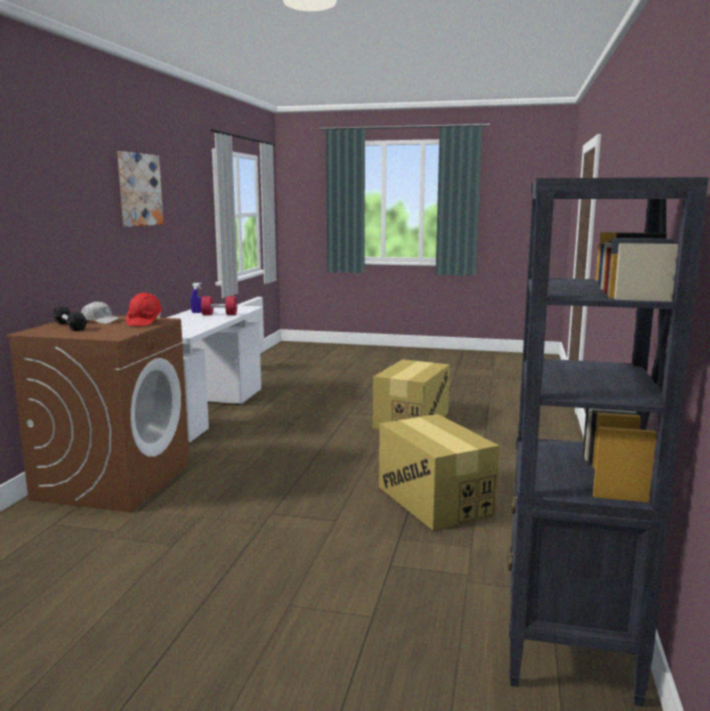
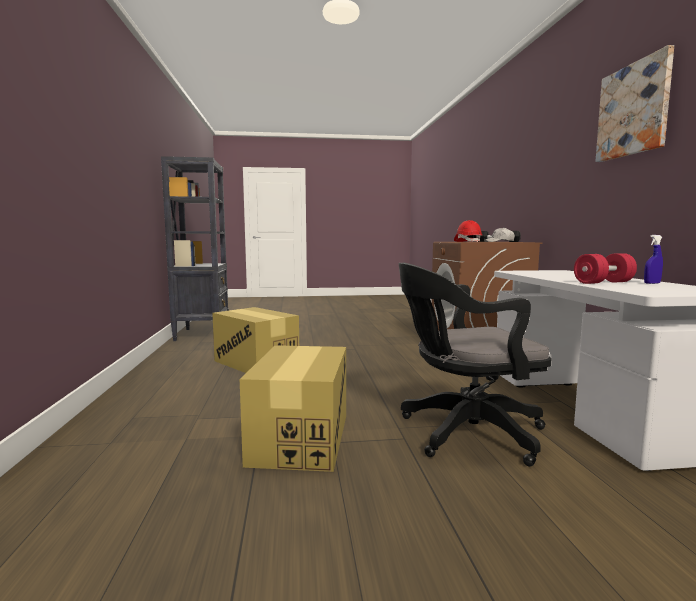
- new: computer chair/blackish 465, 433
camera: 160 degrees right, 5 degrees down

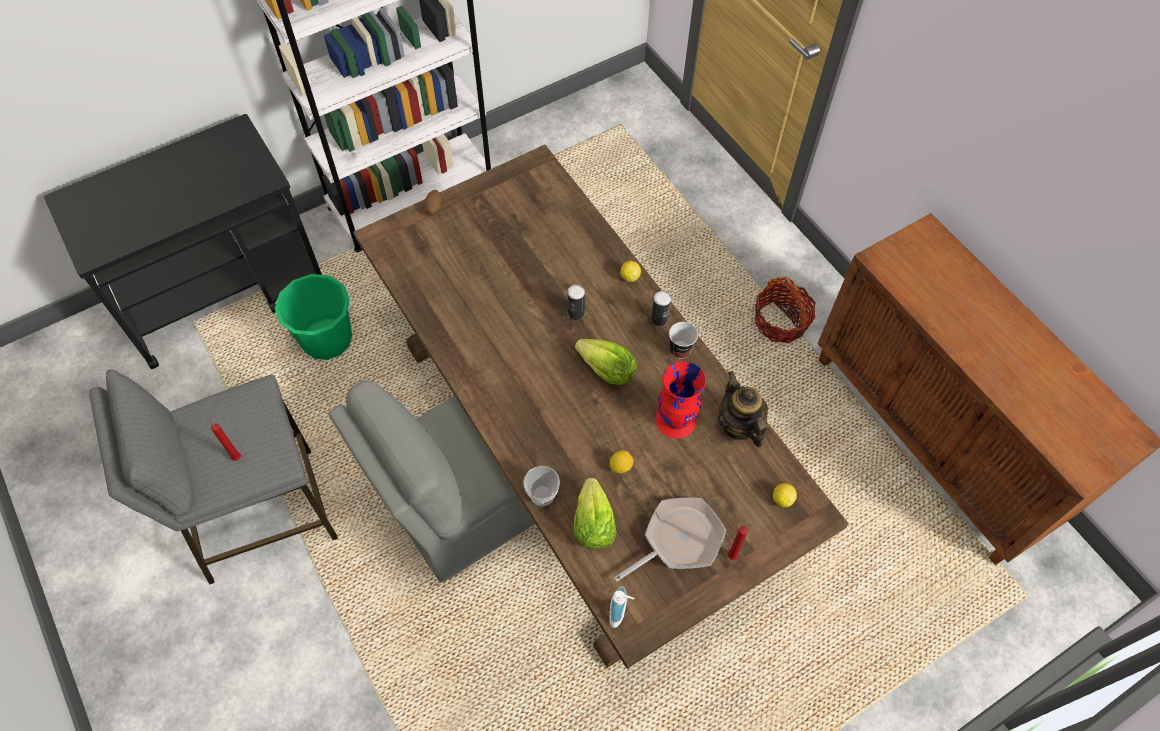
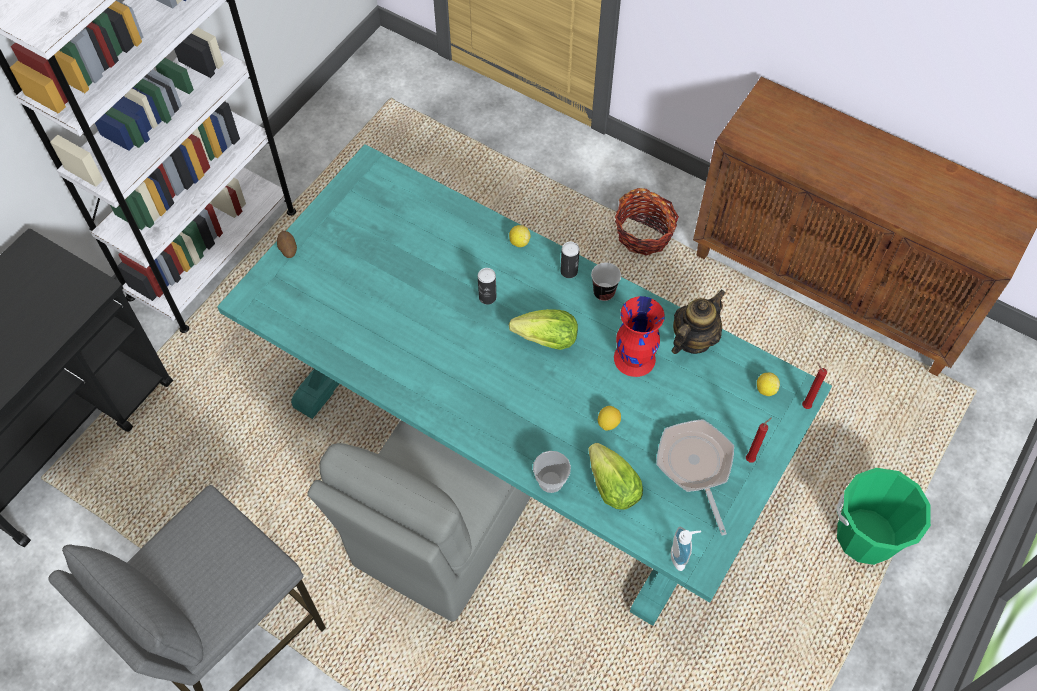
- repainted: dining table/brown 577, 448 to dining table/blue-green 516, 434
- shifted: pail/green-coloured 327, 339 to 865, 536
- rotated: tea pot 738, 425 = 693, 339 90 degrees clockwise
- shifted: wax light/reddish 237, 456 to 804, 405
- rotated: skillet 678, 540 = 695, 466 45 degrees counterclockwise
camera: 25 degrees left, 0 degrees up

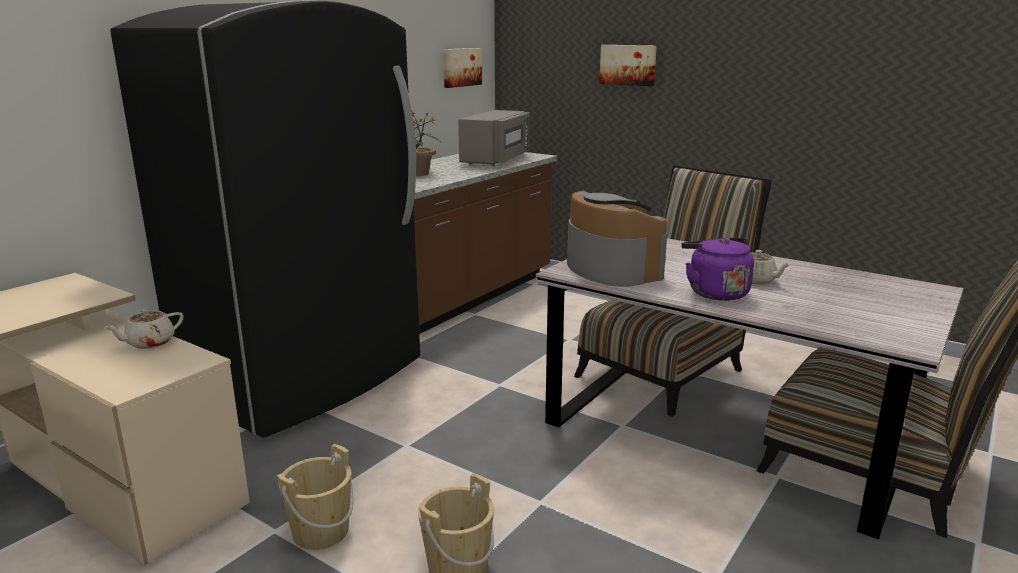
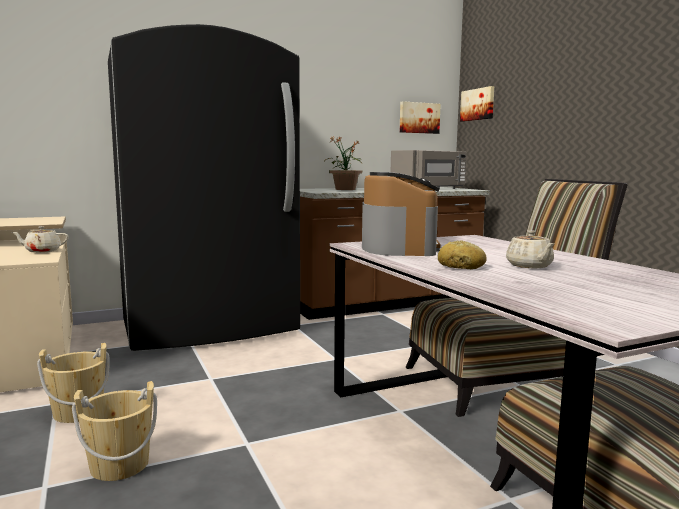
- shifted: wall picture 628, 65 to 478, 104
- swapped: kettle/purple 715, 292 to bakery bread 461, 266
camera: 30 degrees right, 10 degrees down

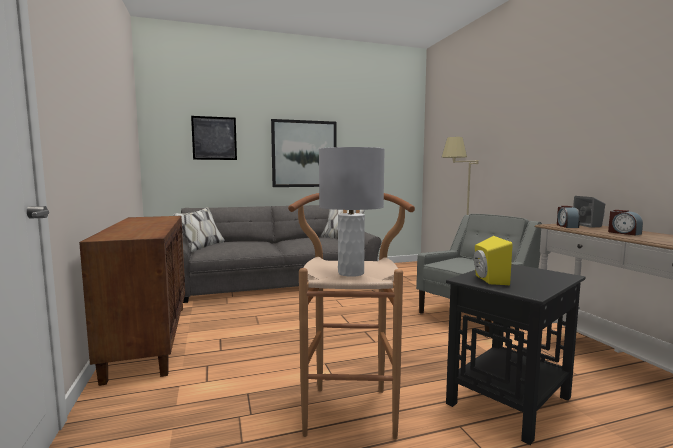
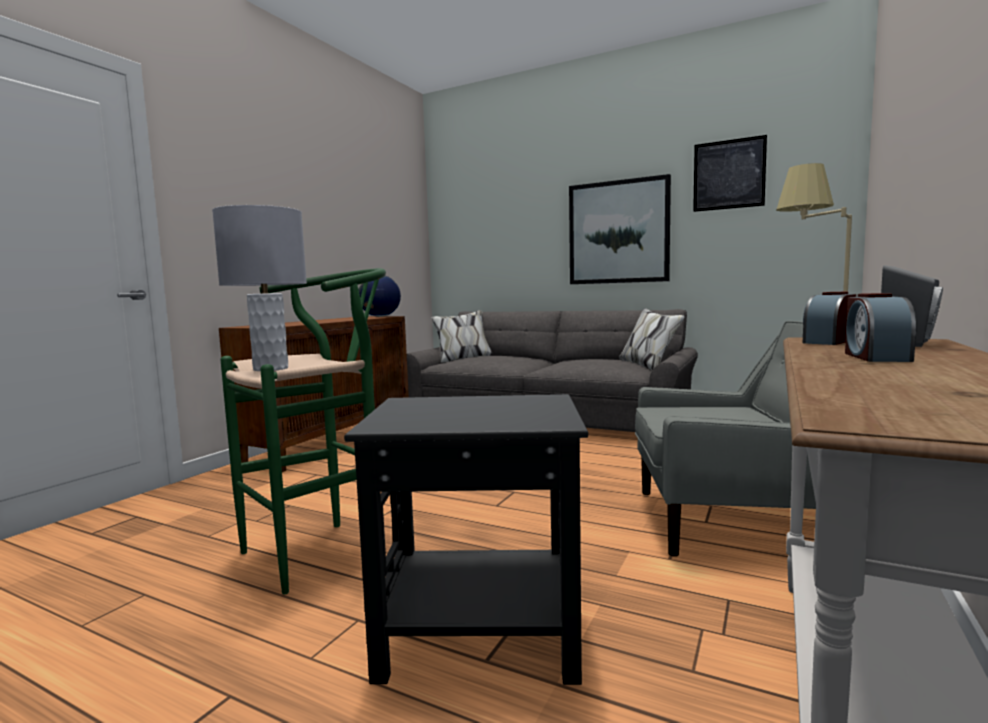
- shifted: wall picture 214, 138 to 728, 174
- repainted: sitting stool/brown 350, 405 to sitting stool/green-coloured 325, 549
- gone: loudspeaker/yellow 488, 280
- new: world globe 380, 316
camera: 45 degrees right, 0 degrees up

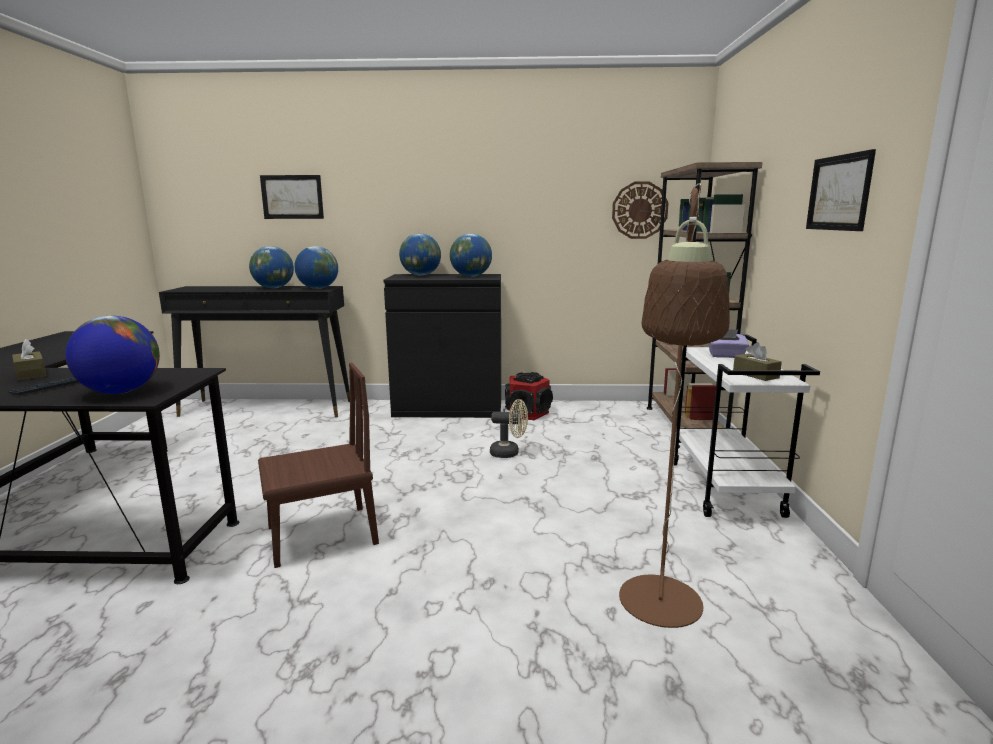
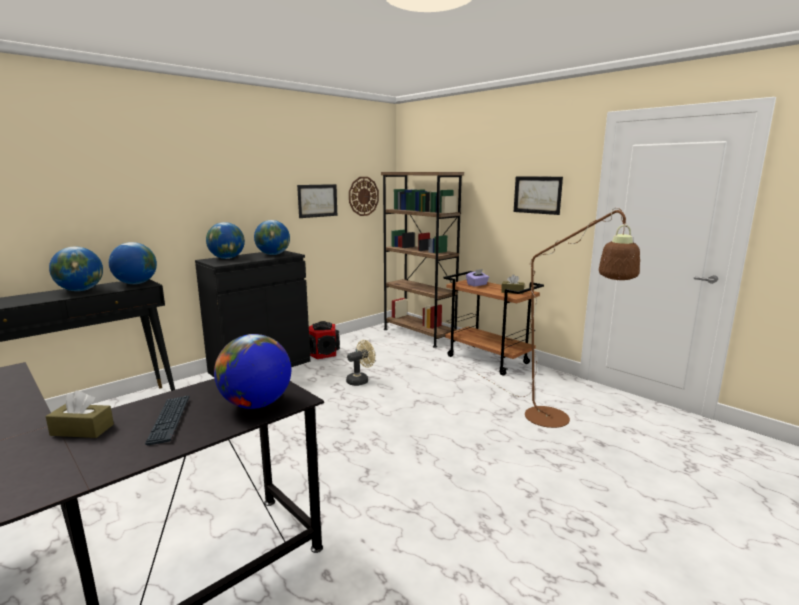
- shifted: wall picture 292, 197 to 317, 200
- repainted: trolley/whitish 725, 489 to trolley/brown 488, 360
- gone: upright chair/brown 322, 535
camera: 45 degrees left, 0 degrees up

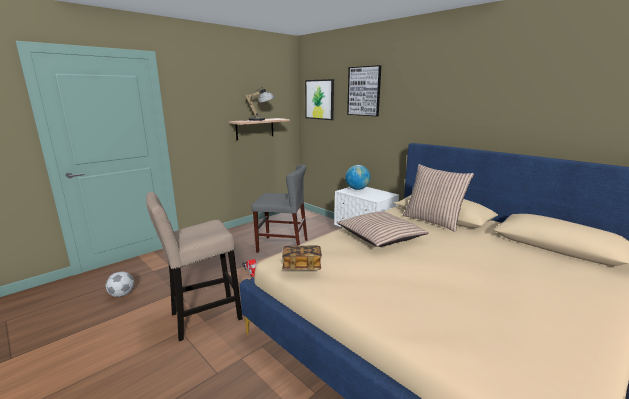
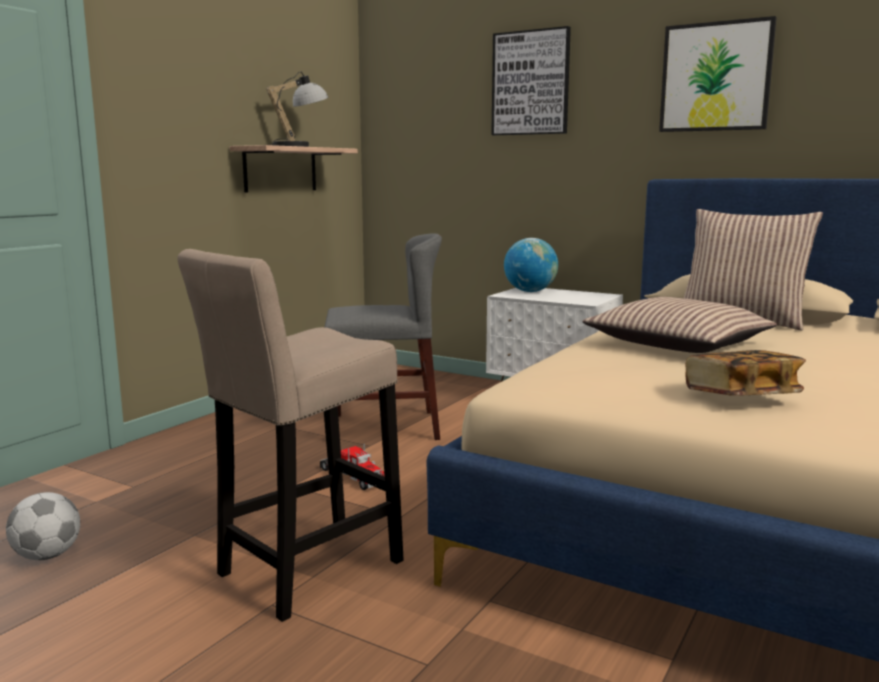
- shifted: wall picture 319, 99 to 715, 77
- shifted: bound book 302, 266 to 741, 396
camera: 15 degrees left, 5 degrees down

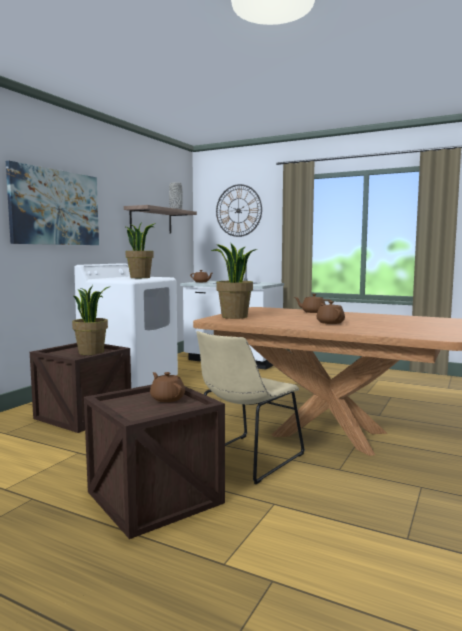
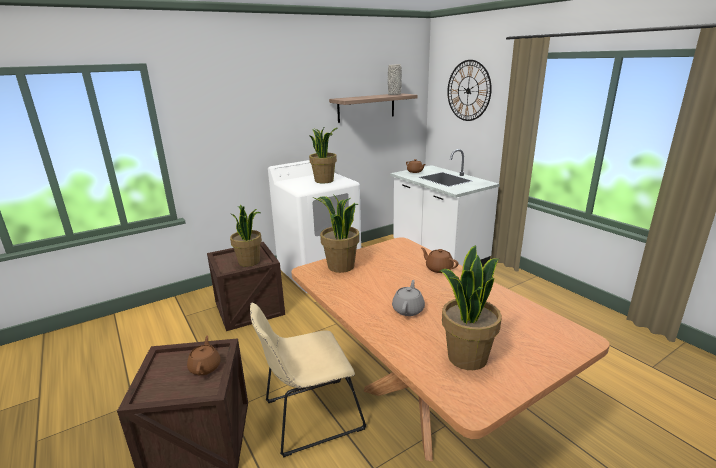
- gone: wall picture 55, 207
- repainted: tea pot/brown 330, 322 to tea pot/greyish 408, 309
- new: houseplant 466, 357
camera: 30 degrees right, 15 degrees up

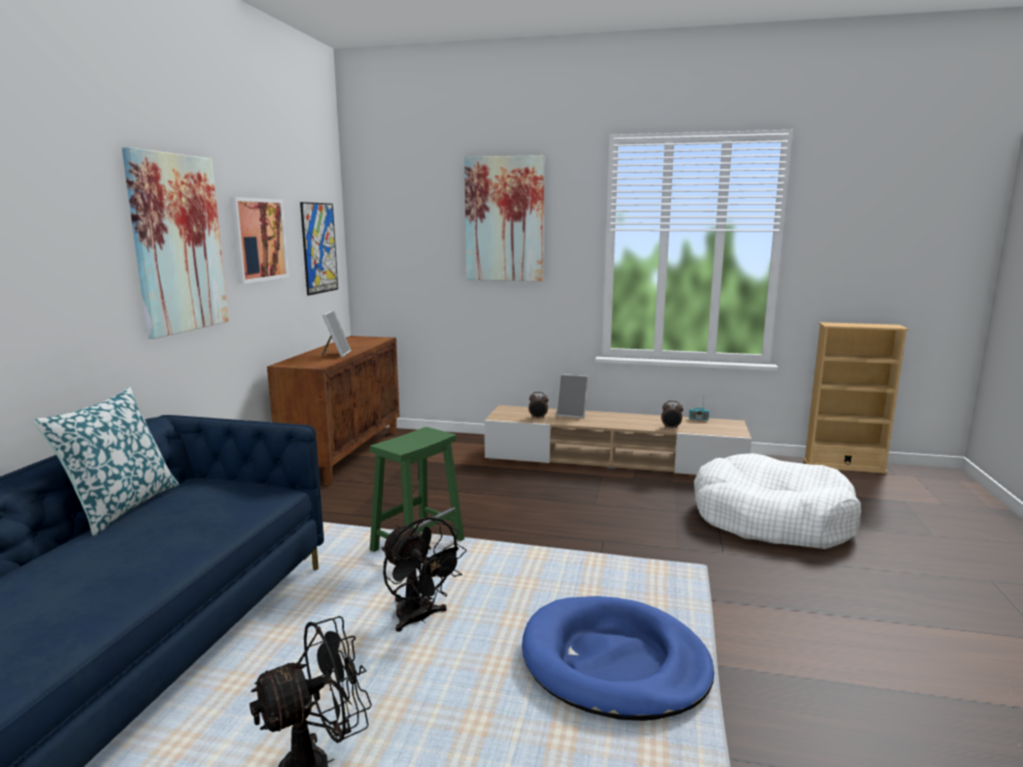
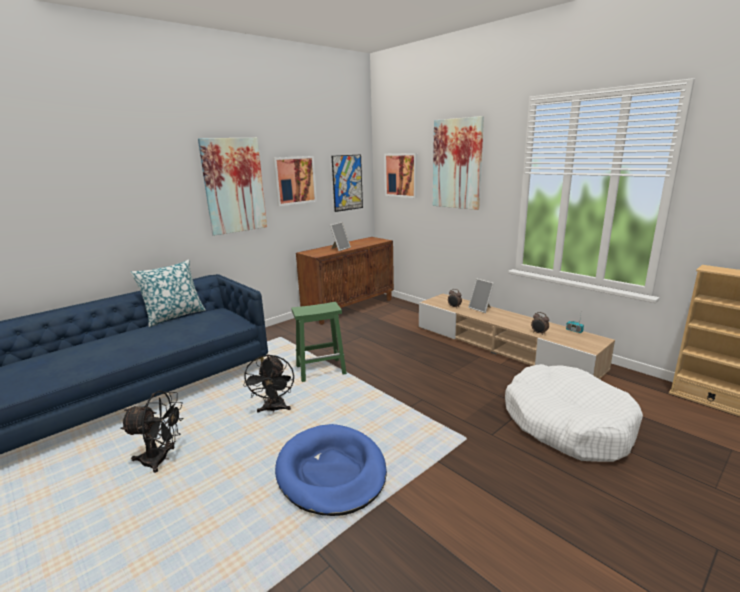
- new: wall picture 401, 175
camera: 35 degrees right, 5 degrees up

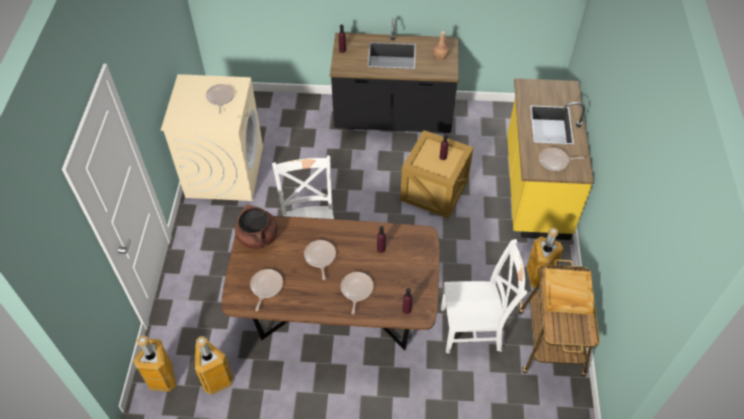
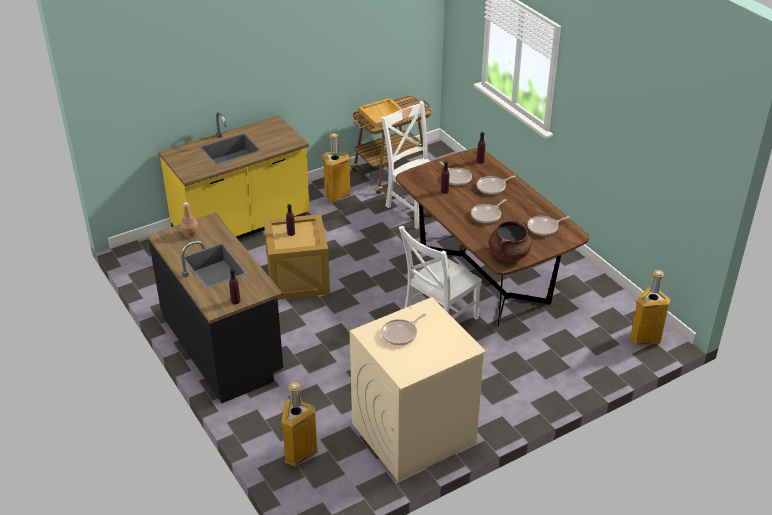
- shifted: skillet 555, 161 to 456, 178
- shifted: waste bin 216, 379 to 298, 453
camera: 125 degrees left, 15 degrees down

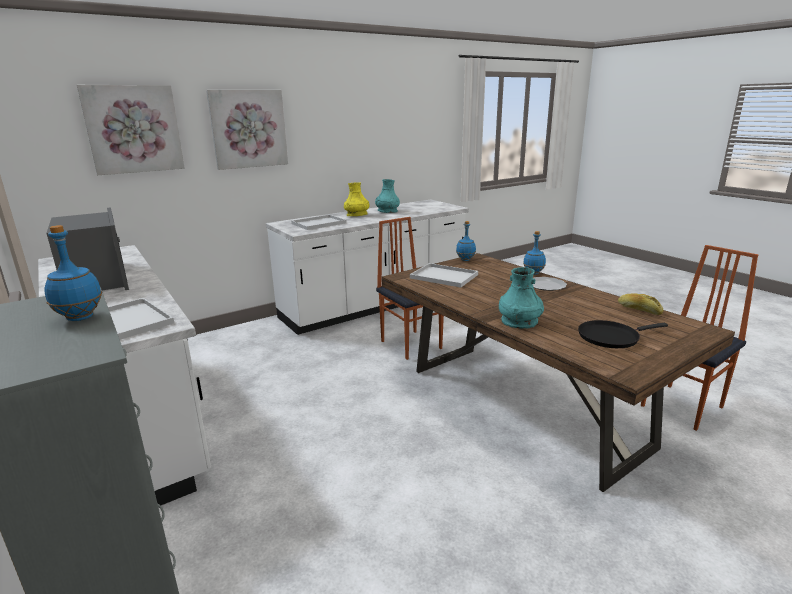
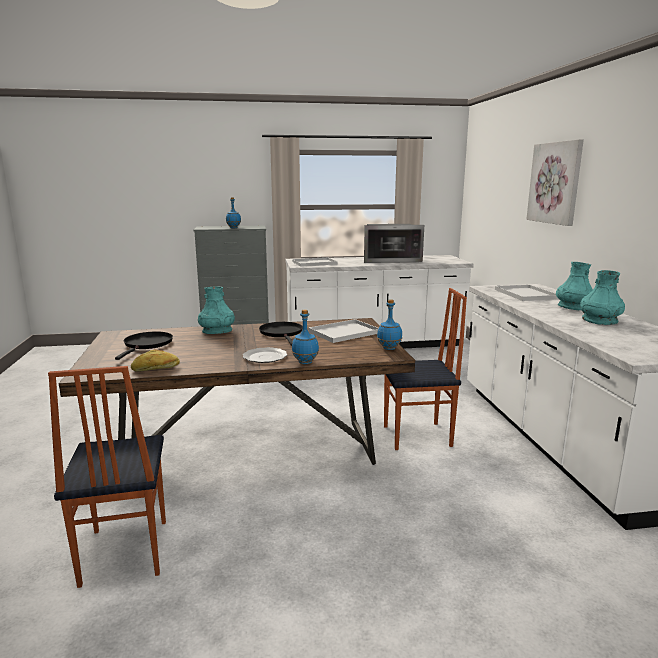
- gone: wall picture 133, 129
- repainted: decorative vase/yellow 357, 215 to decorative vase/blue-green 573, 307
- new: skillet/blackish 282, 333
camera: 115 degrees right, 5 degrees down

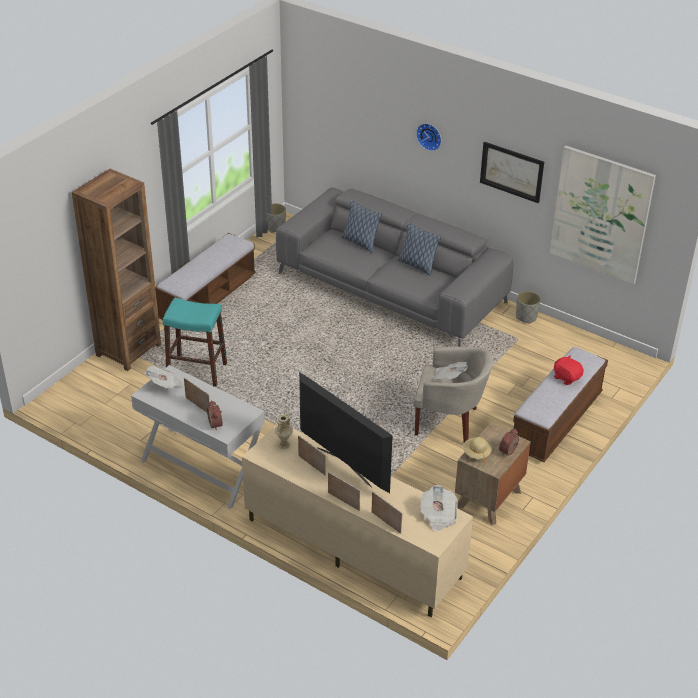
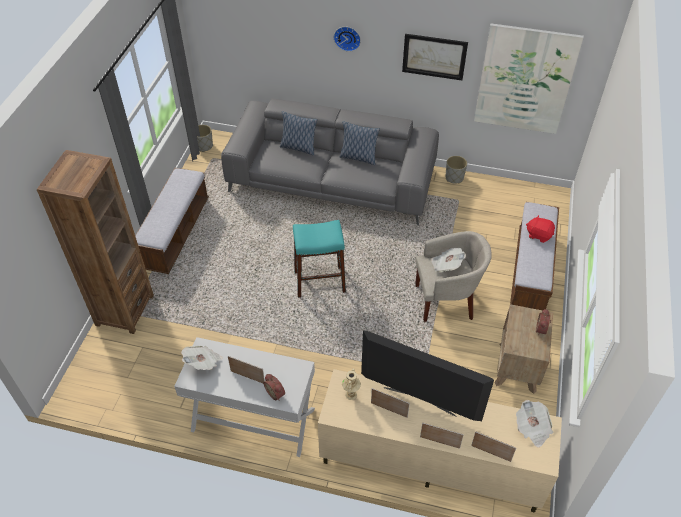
- shifted: sitting stool/blue-green 197, 371 to 319, 281
- gone: wearable hat/sand-coloured 476, 453
camera: 20 degrees left, 10 degrees up

